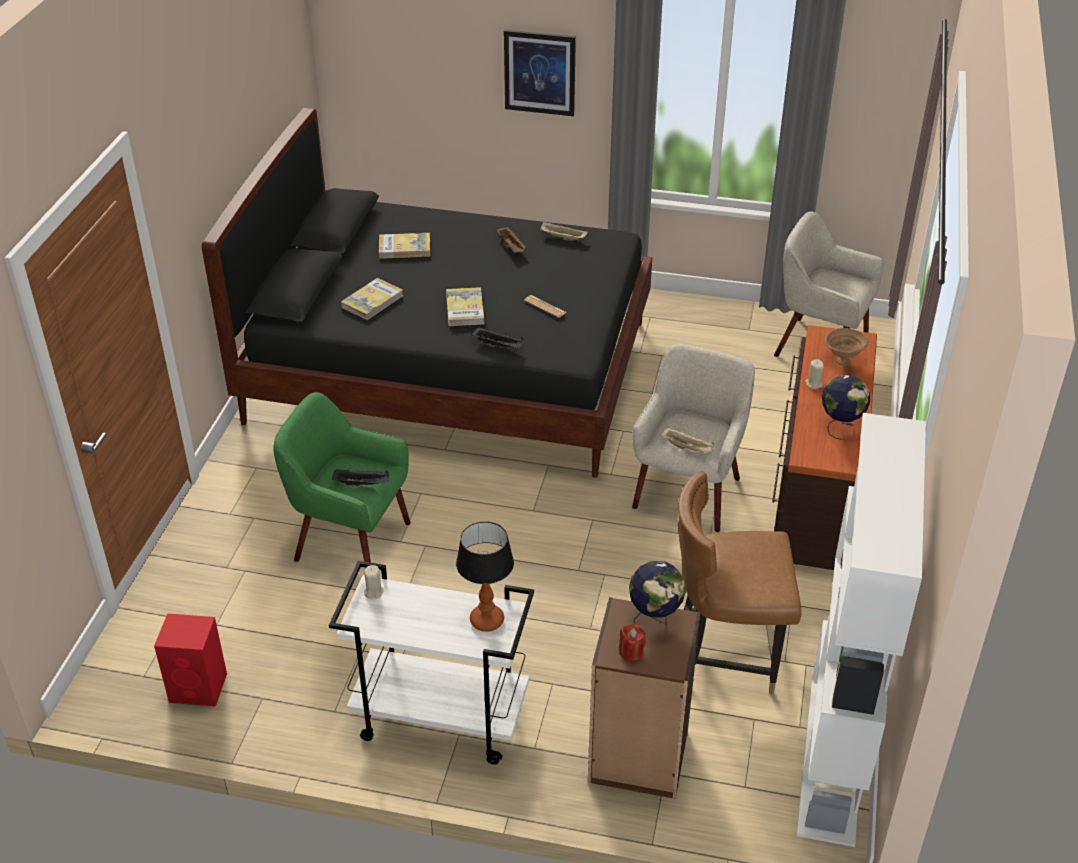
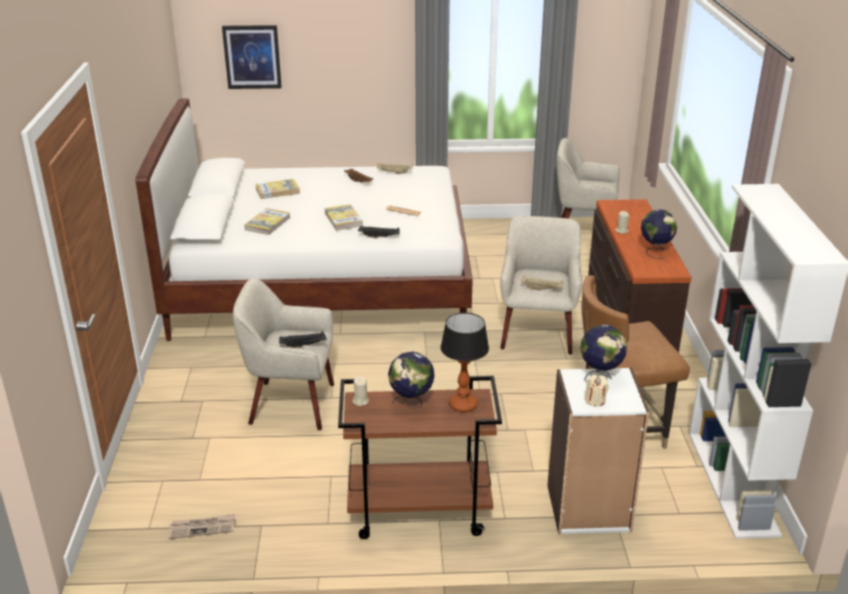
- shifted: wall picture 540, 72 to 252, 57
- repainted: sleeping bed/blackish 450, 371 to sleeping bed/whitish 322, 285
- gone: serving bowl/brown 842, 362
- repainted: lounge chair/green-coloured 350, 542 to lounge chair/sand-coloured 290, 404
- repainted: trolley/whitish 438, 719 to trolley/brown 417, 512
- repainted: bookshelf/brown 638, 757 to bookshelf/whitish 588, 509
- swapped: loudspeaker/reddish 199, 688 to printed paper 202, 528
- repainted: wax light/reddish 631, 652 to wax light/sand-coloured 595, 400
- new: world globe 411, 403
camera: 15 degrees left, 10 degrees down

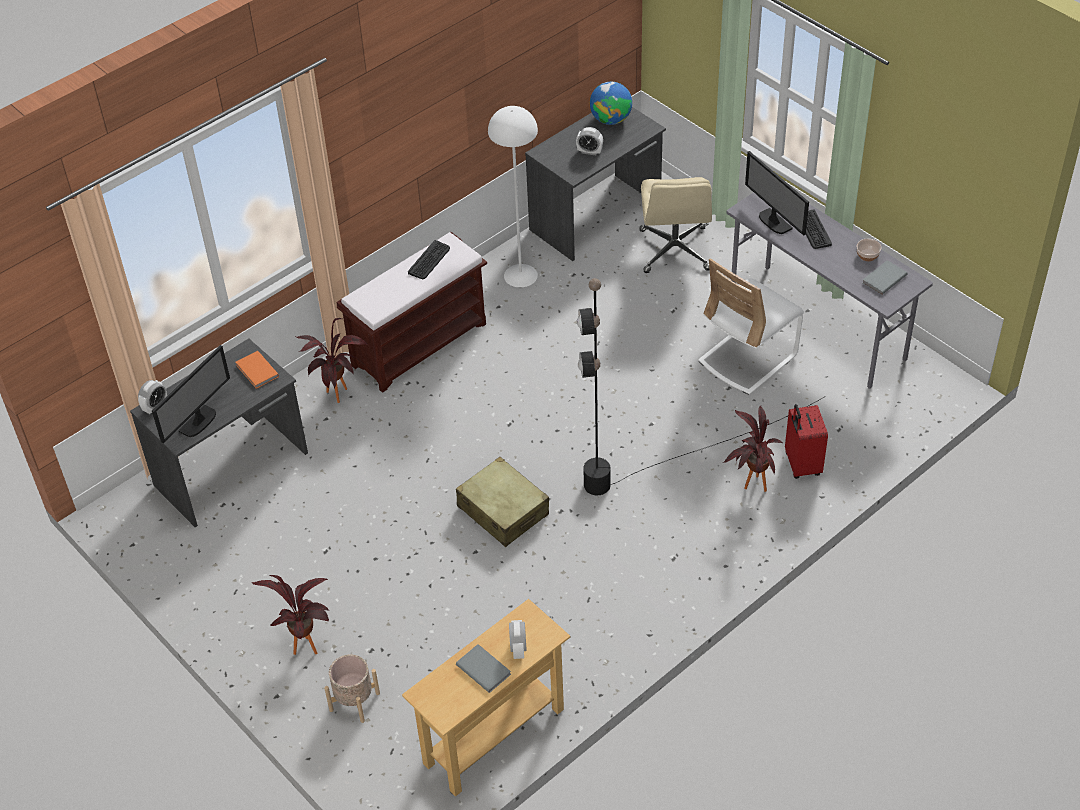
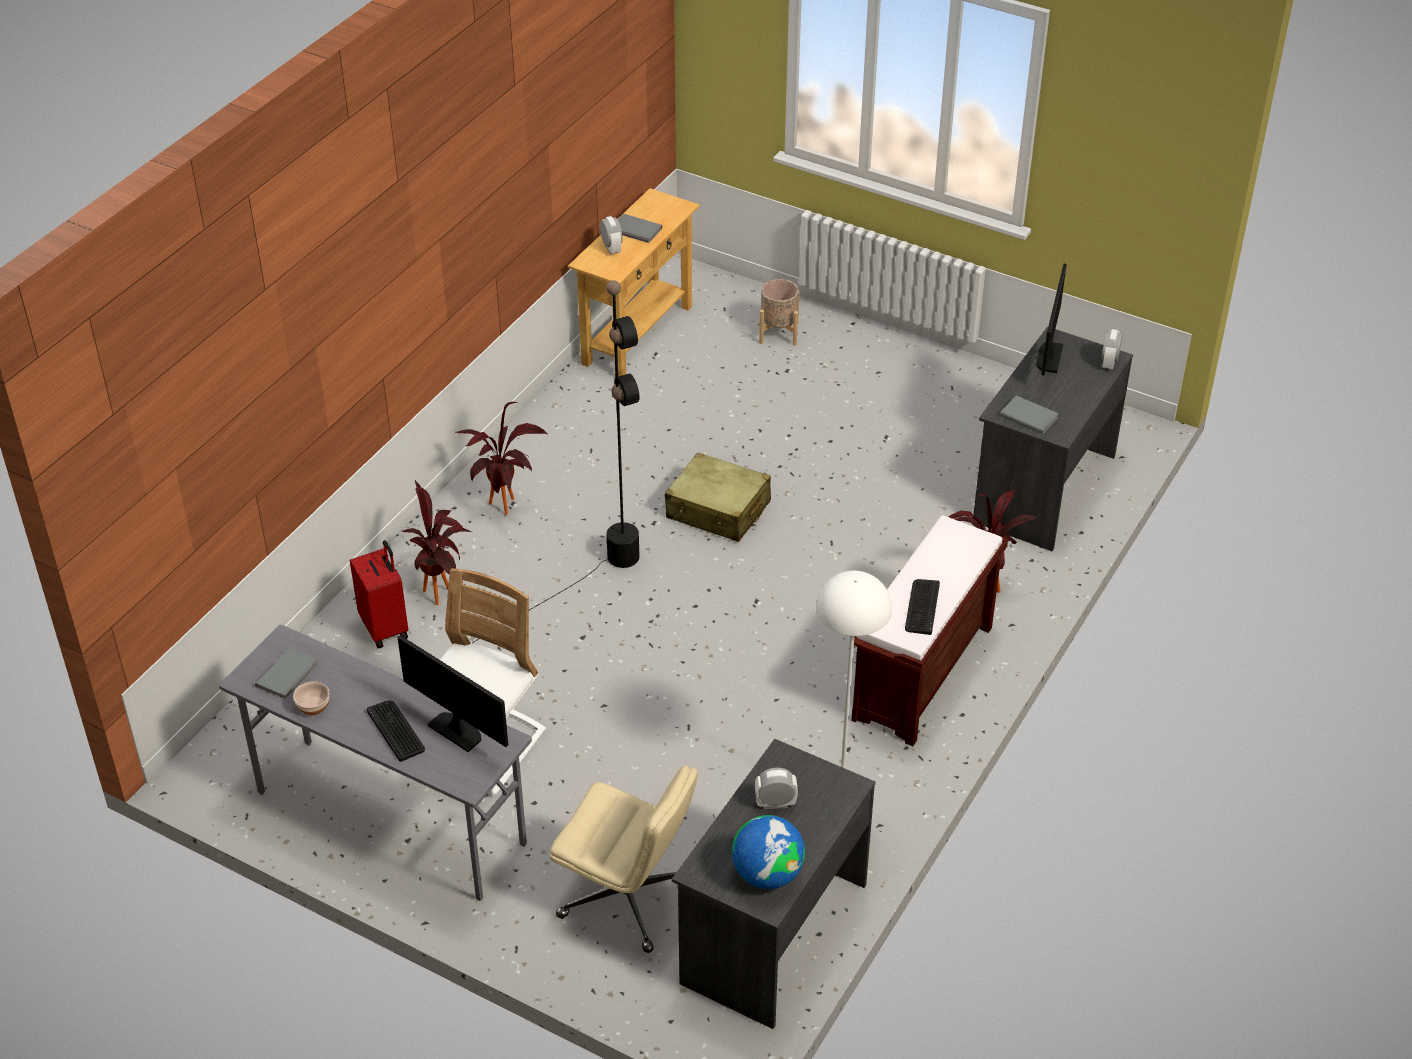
- rotated: computer chair/sand-coloured 675, 251 = 628, 898 135 degrees clockwise
- repainted: bound book/orange-coloured 256, 371 to bound book/greyish 1029, 416
- shifted: houseplant 305, 642 to 506, 510
camera: 160 degrees right, 5 degrees down

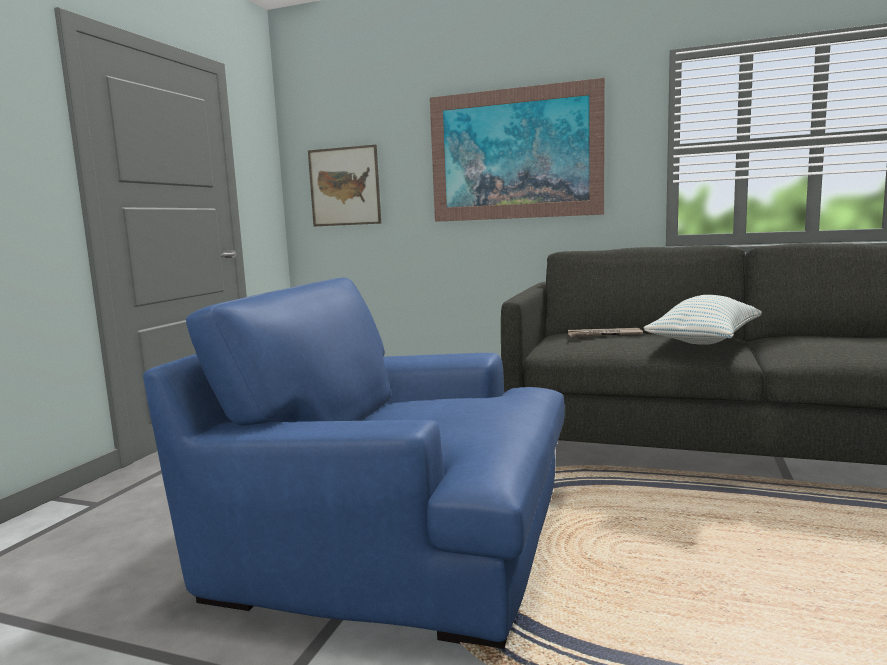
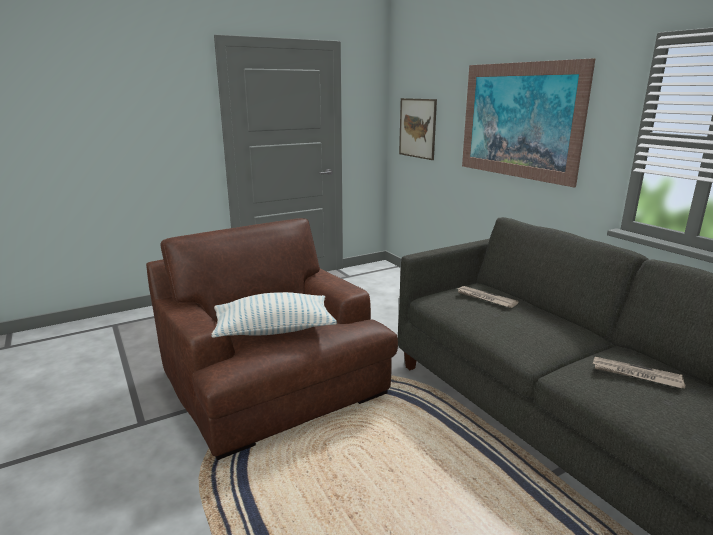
- repainted: lounge chair/blue-coloured 396, 536 to lounge chair/brown 272, 381
- shifted: throw pillow 705, 341 to 274, 330
- new: printed paper 635, 375
camera: 40 degrees right, 10 degrees up

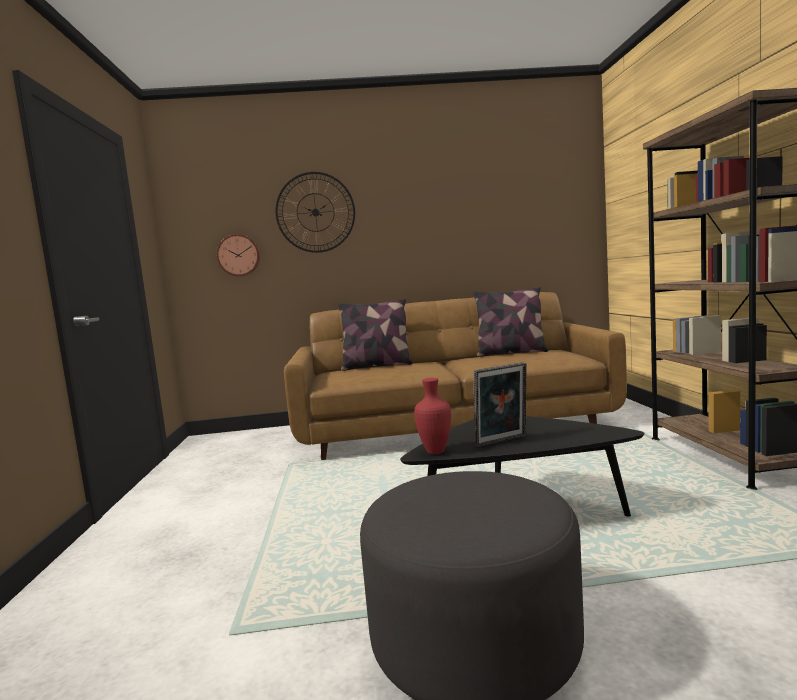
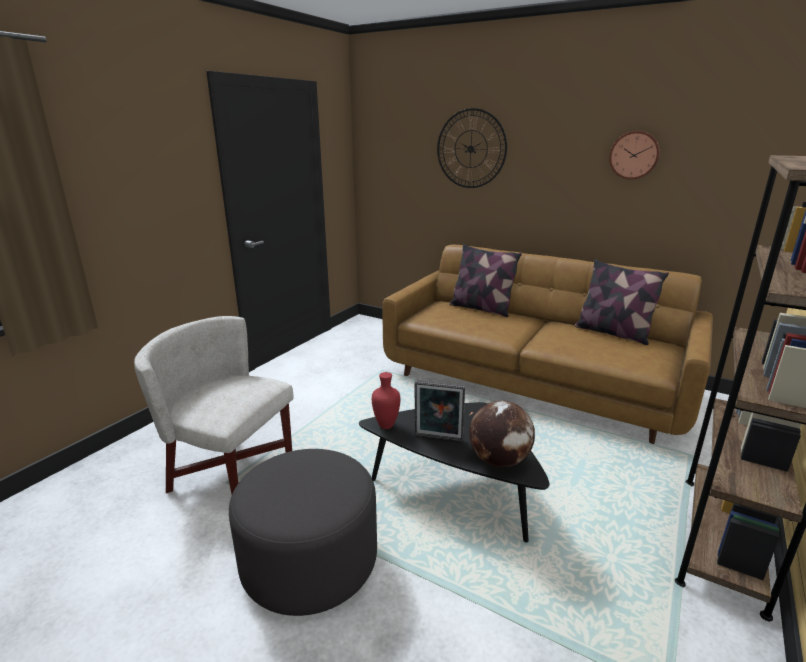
- shifted: hanging clock 239, 255 to 634, 155
- new: lounge chair/whitish 232, 470
- new: world globe 499, 460
camera: 35 degrees right, 15 degrees up

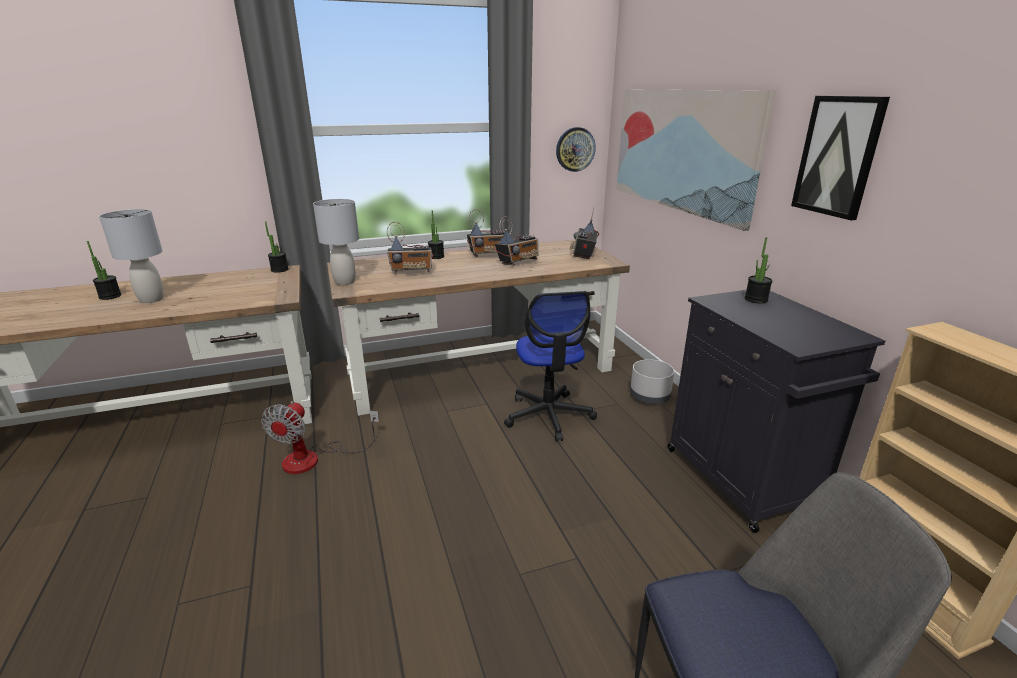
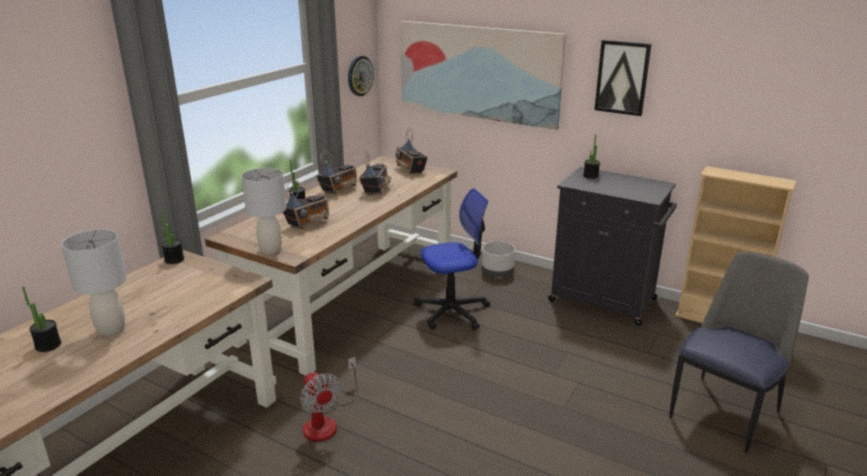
- rotated: computer chair 548, 415 = 452, 311 60 degrees counterclockwise
camera: 40 degrees left, 0 degrees up

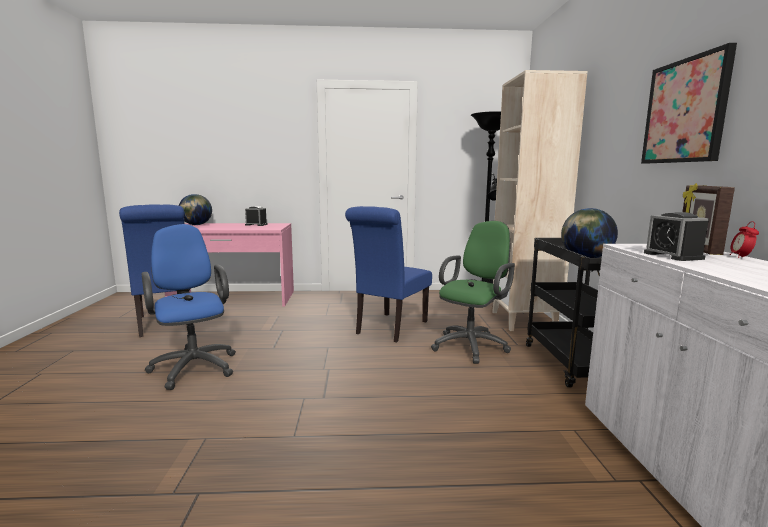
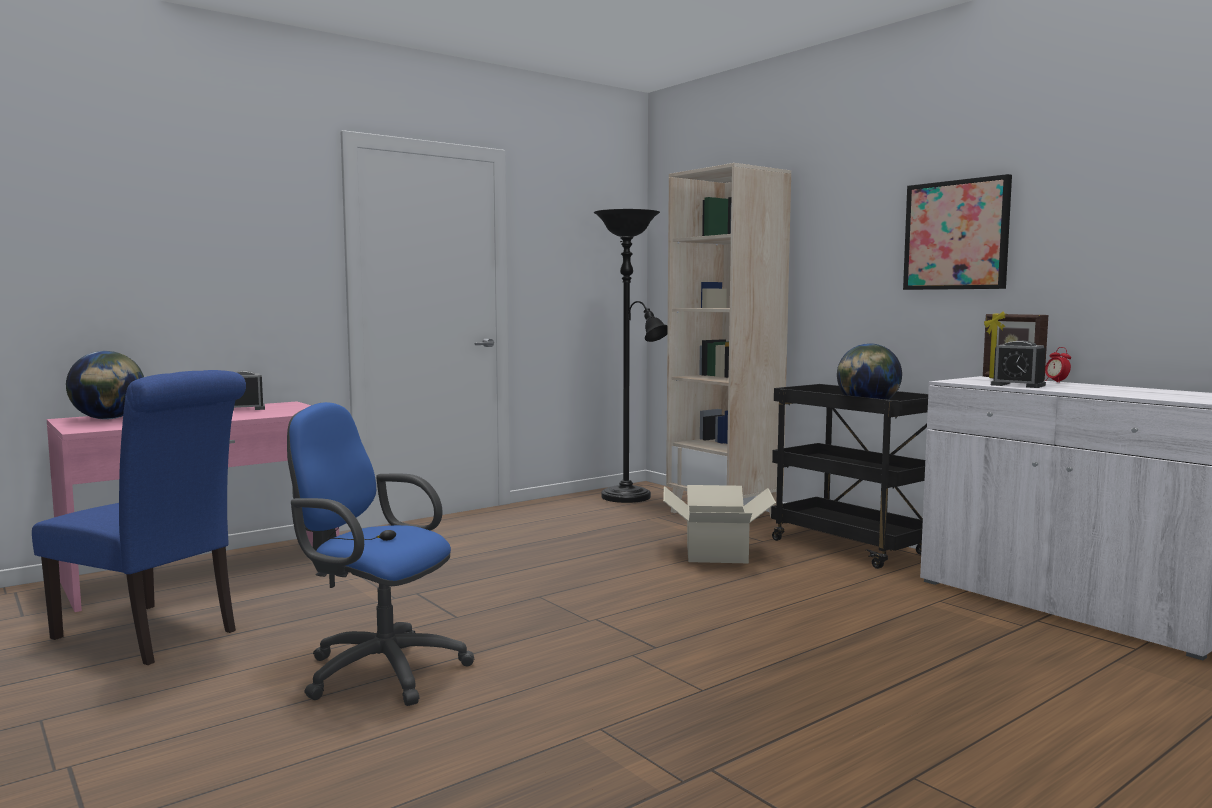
- gone: upright chair/blue-coloured 389, 328
- swapped: computer chair/green-coloured 472, 345 to packing box 717, 552
camera: 35 degrees left, 5 degrees down

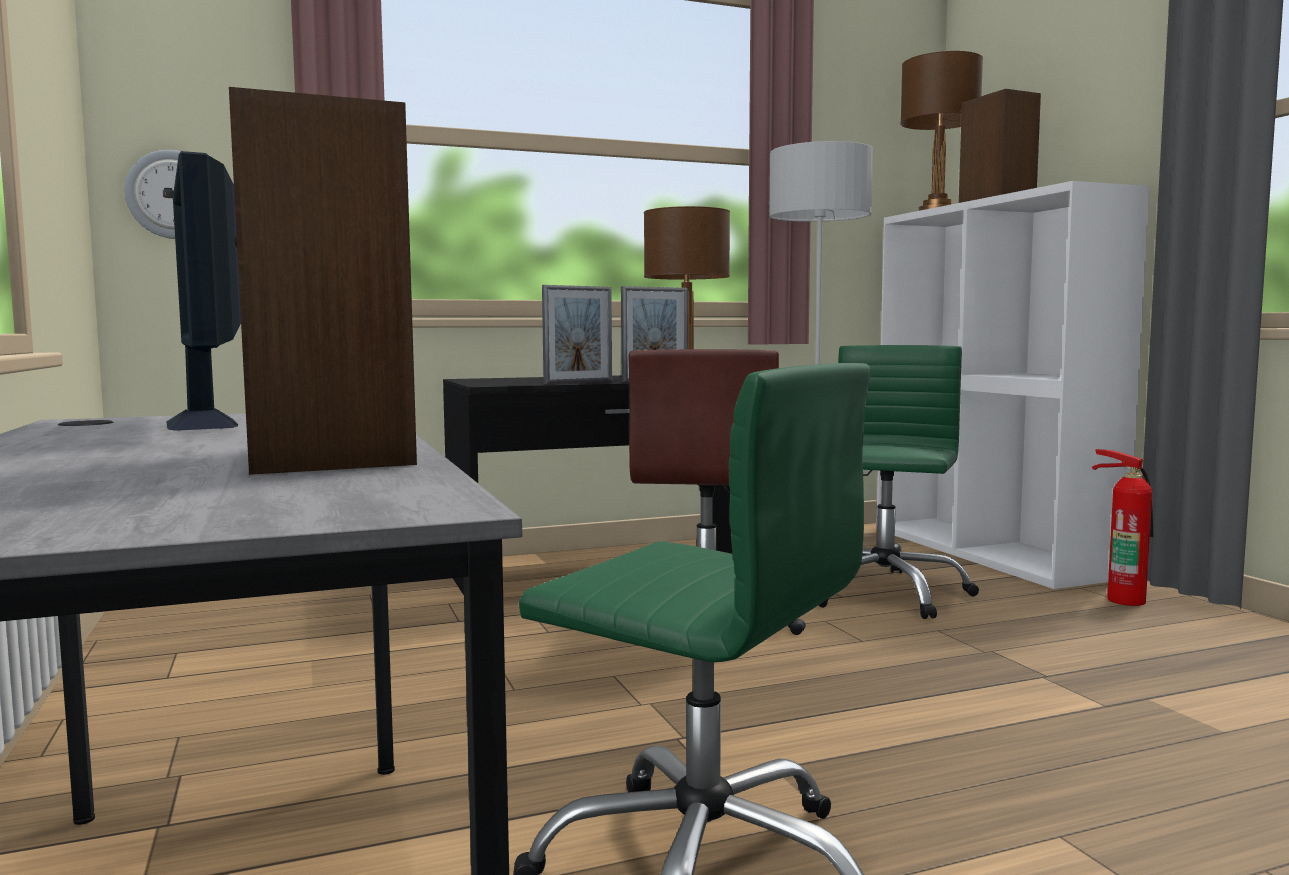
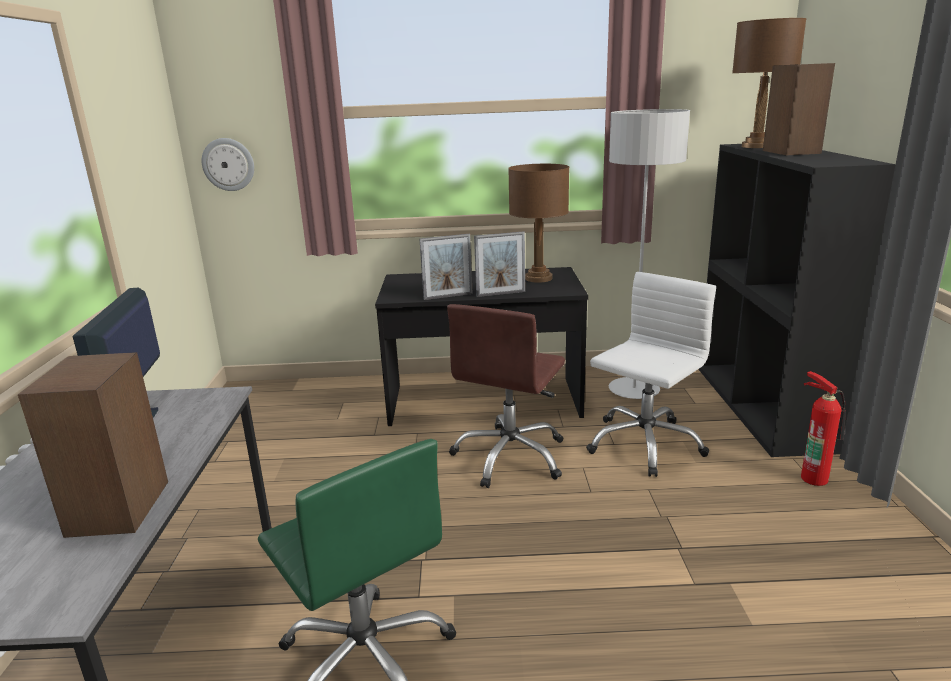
- repainted: bookshelf/whitish 990, 552 to bookshelf/blackish 762, 406
- repainted: computer chair/green-coloured 883, 592 to computer chair/whitish 644, 444
camera: 20 degrees right, 15 degrees up

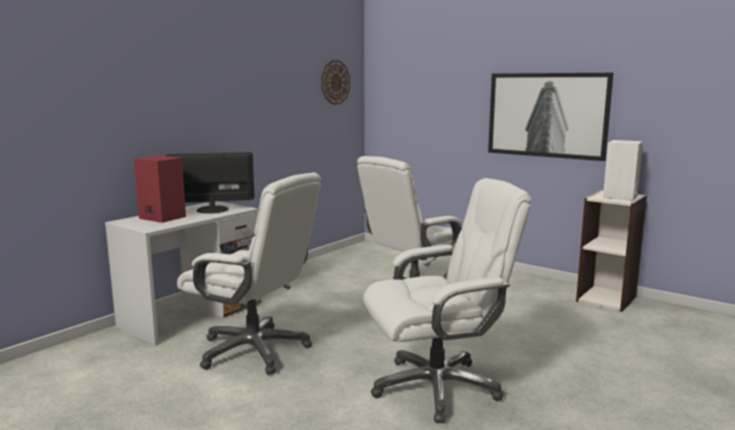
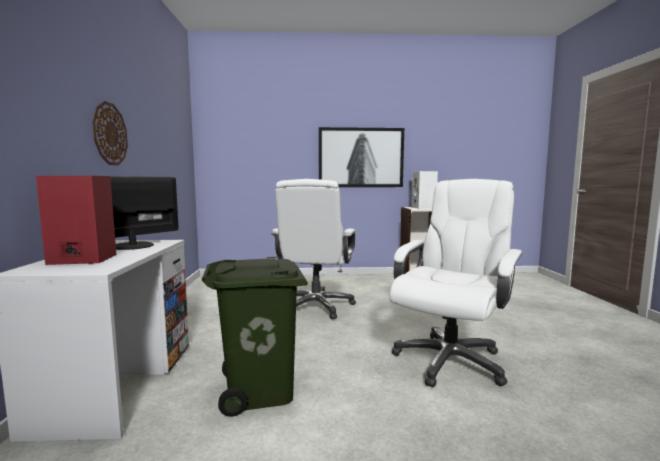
- shifted: hanging clock 335, 82 to 110, 134
- swapped: computer chair/whitish 255, 350 to waste bin/green-coloured 260, 392
camera: 40 degrees left, 5 degrees down

